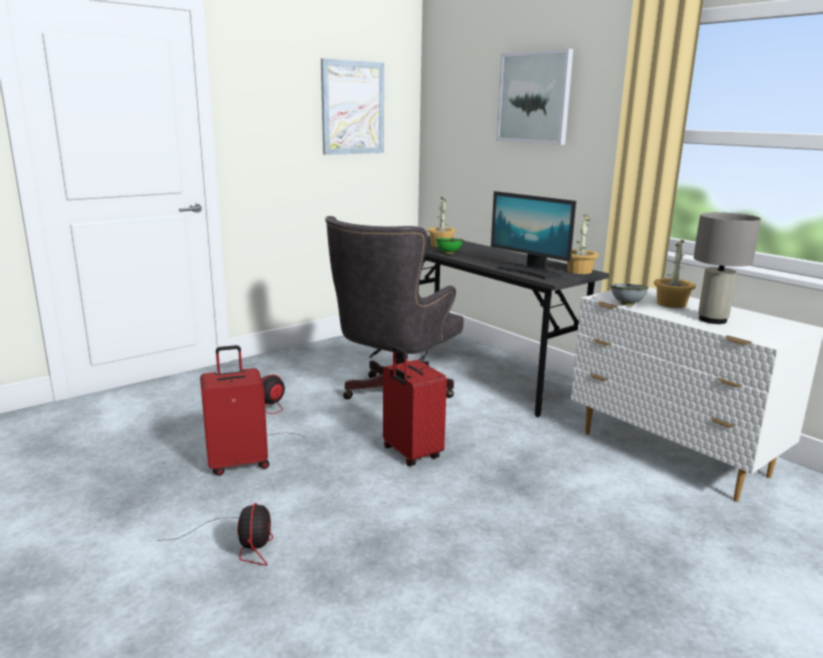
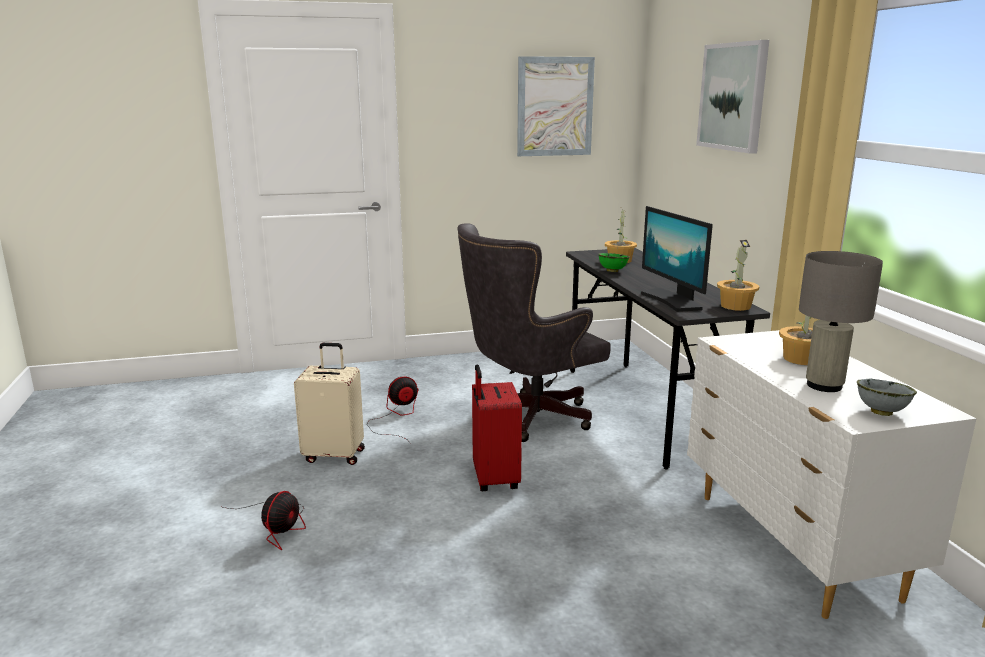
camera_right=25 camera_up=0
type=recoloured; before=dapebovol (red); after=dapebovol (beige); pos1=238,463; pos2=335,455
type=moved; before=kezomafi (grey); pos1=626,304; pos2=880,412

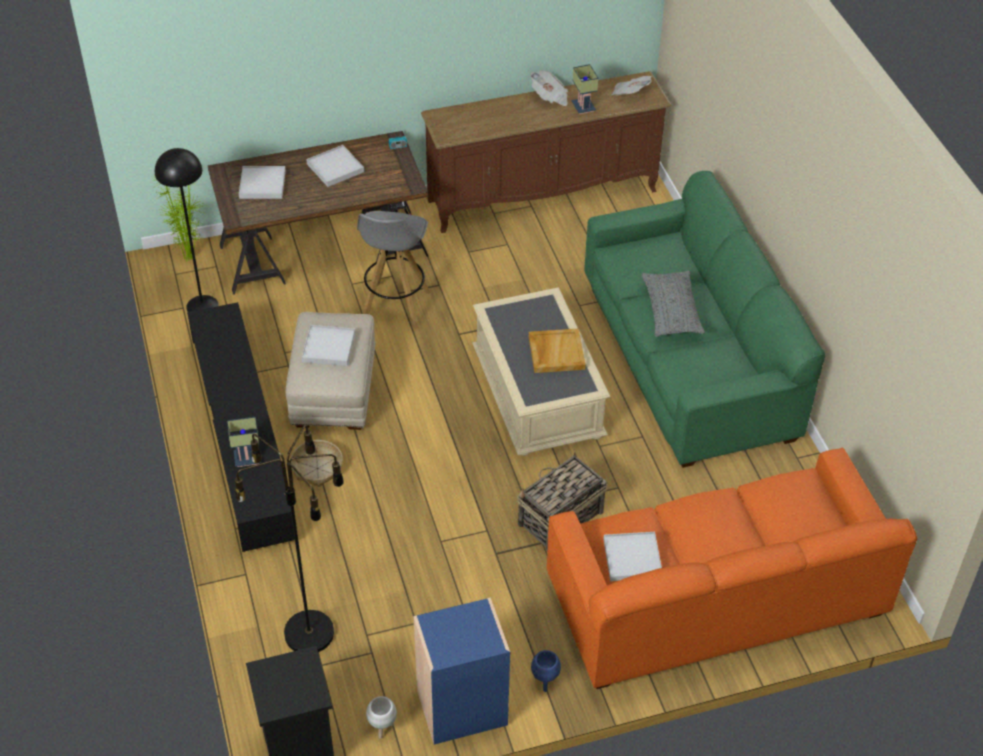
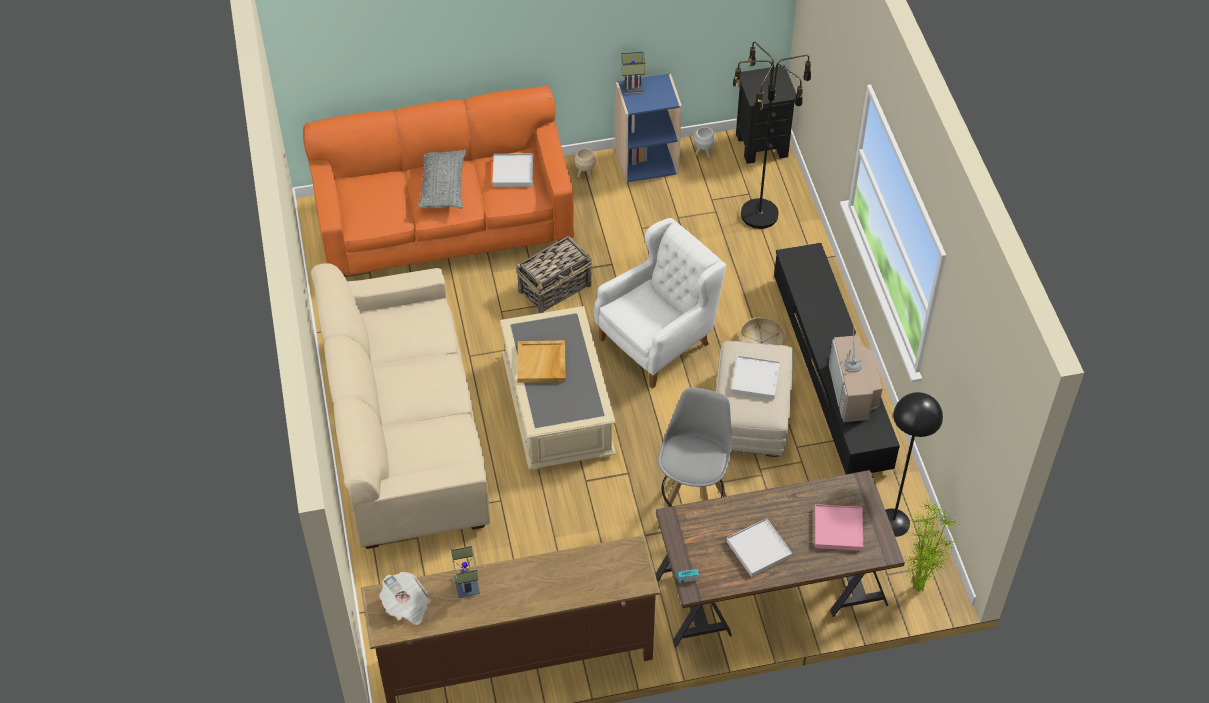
camera_right=-175 camera_up=5
type=moved; before=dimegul; pos1=248,457; pos2=631,88
type=recoloured; before=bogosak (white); after=bogosak (pink); pos1=262,184; pos2=838,529
type=removed; before=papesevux; pos1=550,97
type=recoloured; before=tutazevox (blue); after=tutazevox (beige); pos1=544,682; pos2=585,174
type=recoloured; before=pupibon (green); after=pupibon (beige); pos1=687,358; pos2=406,432
type=moved; before=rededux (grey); pos1=671,311; pos2=443,186
type=added; after=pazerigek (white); pos2=657,342
type=added; after=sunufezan; pos2=853,392

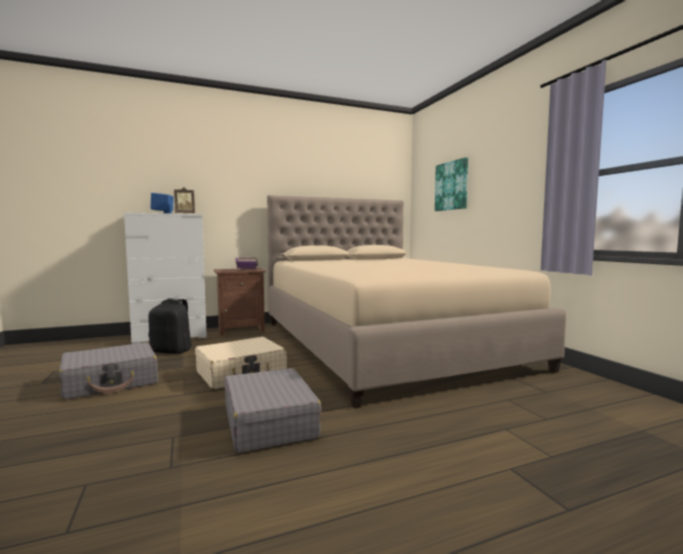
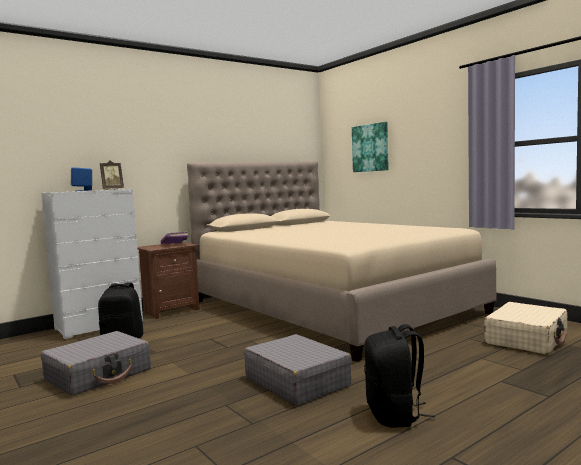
camera_right=-15 camera_up=0
type=moved; before=dapebovol (beige); pos1=241,374; pos2=527,339
type=added; after=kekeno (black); pos2=395,415

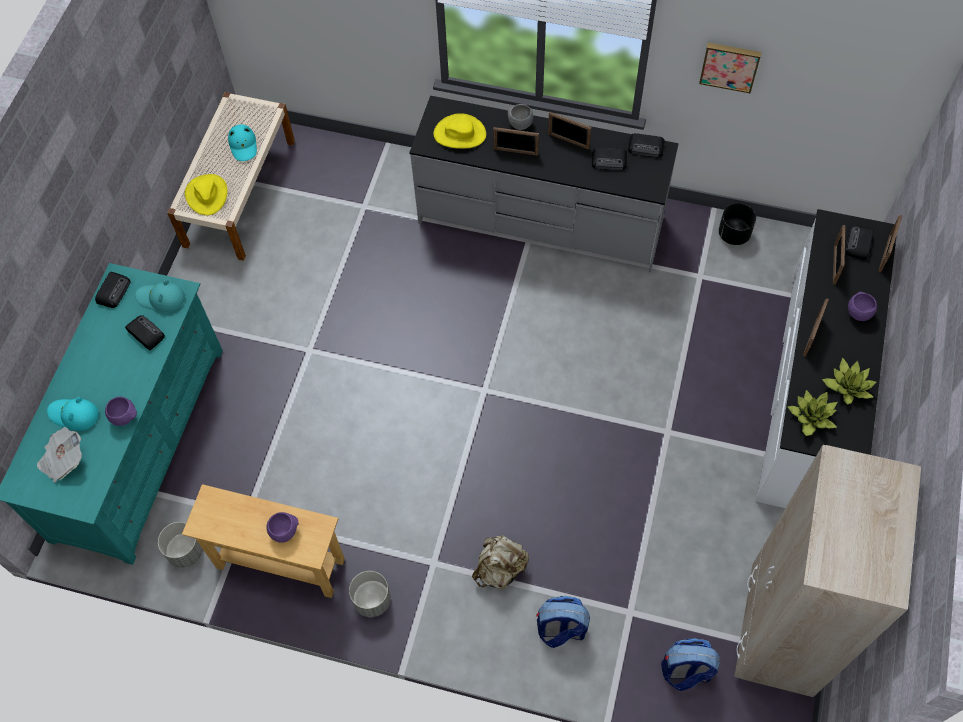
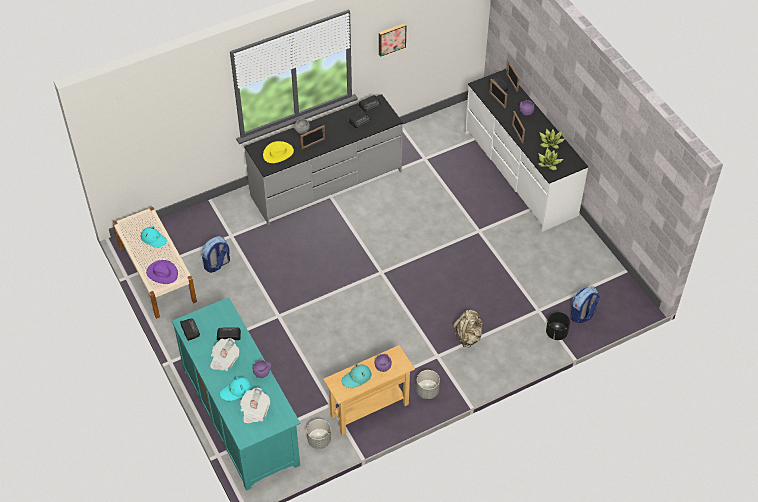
camera_right=-45 camera_up=-10
type=moved; before=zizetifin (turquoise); pos1=161,298; pos2=356,378
type=recoloured; before=zizetifin (yellow); after=zizetifin (purple); pos1=207,195; pos2=162,273
type=moved; before=kekeno; pos1=561,629; pos2=217,264
type=removed; before=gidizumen; pos1=568,141
type=moved; before=tutazevox (black); pos1=734,234; pos2=556,332
type=removed; before=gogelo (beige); pos1=778,632
type=added; after=papesevux; pos2=224,359

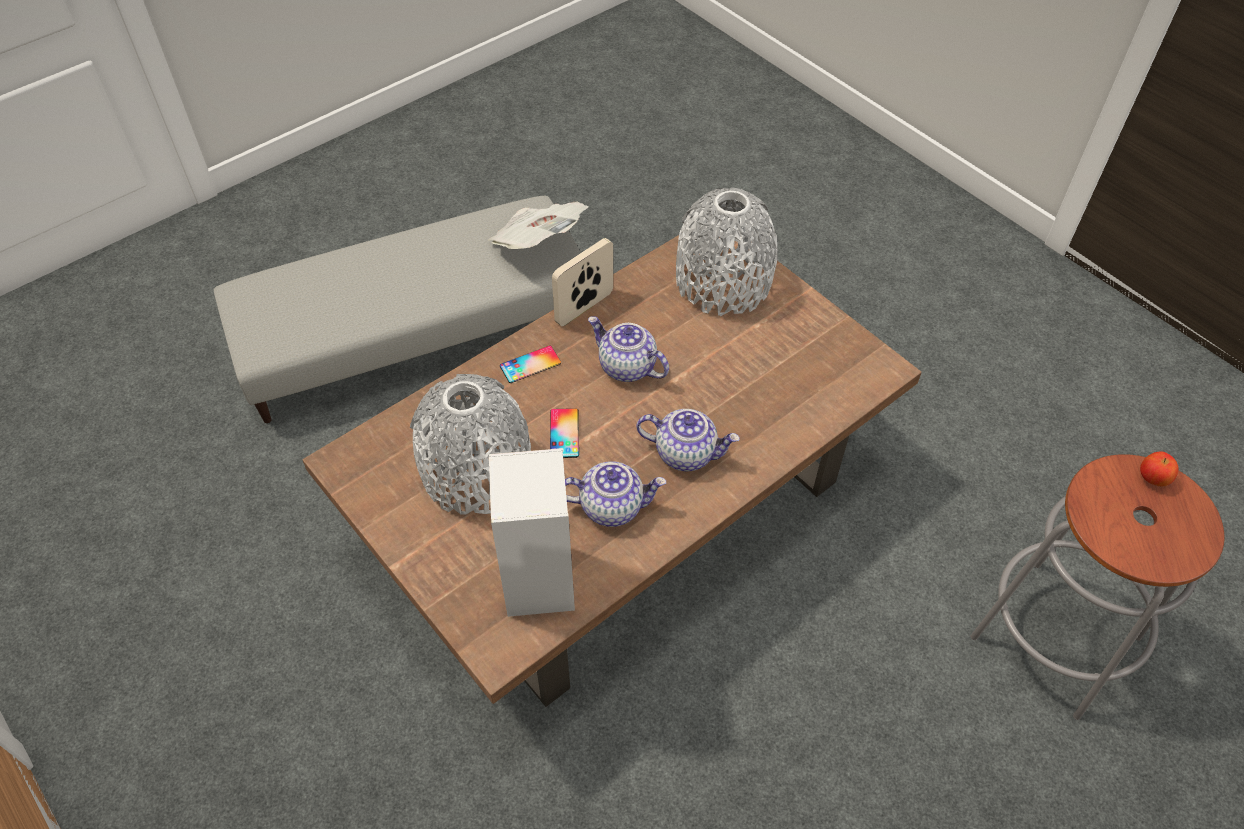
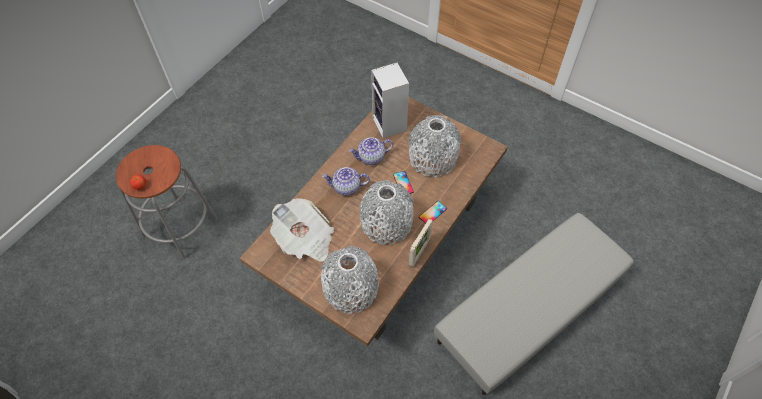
camera_right=165 camera_up=5
type=moved; before=papesevux; pos1=538,243; pos2=305,239
type=replaced; before=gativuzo; after=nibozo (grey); pos1=626,367; pos2=386,223

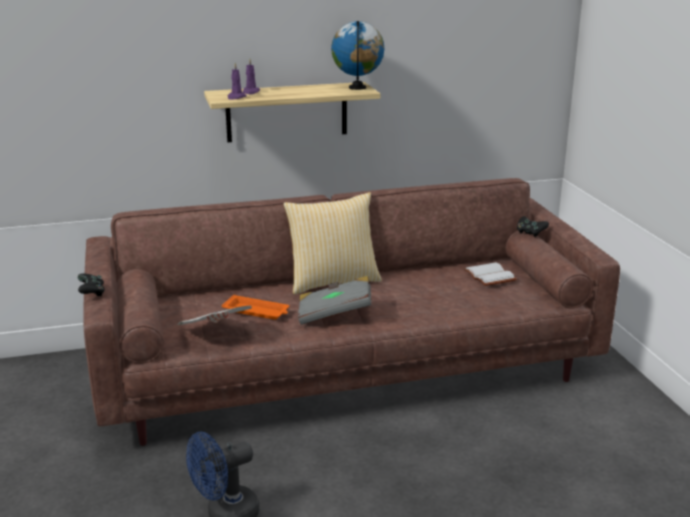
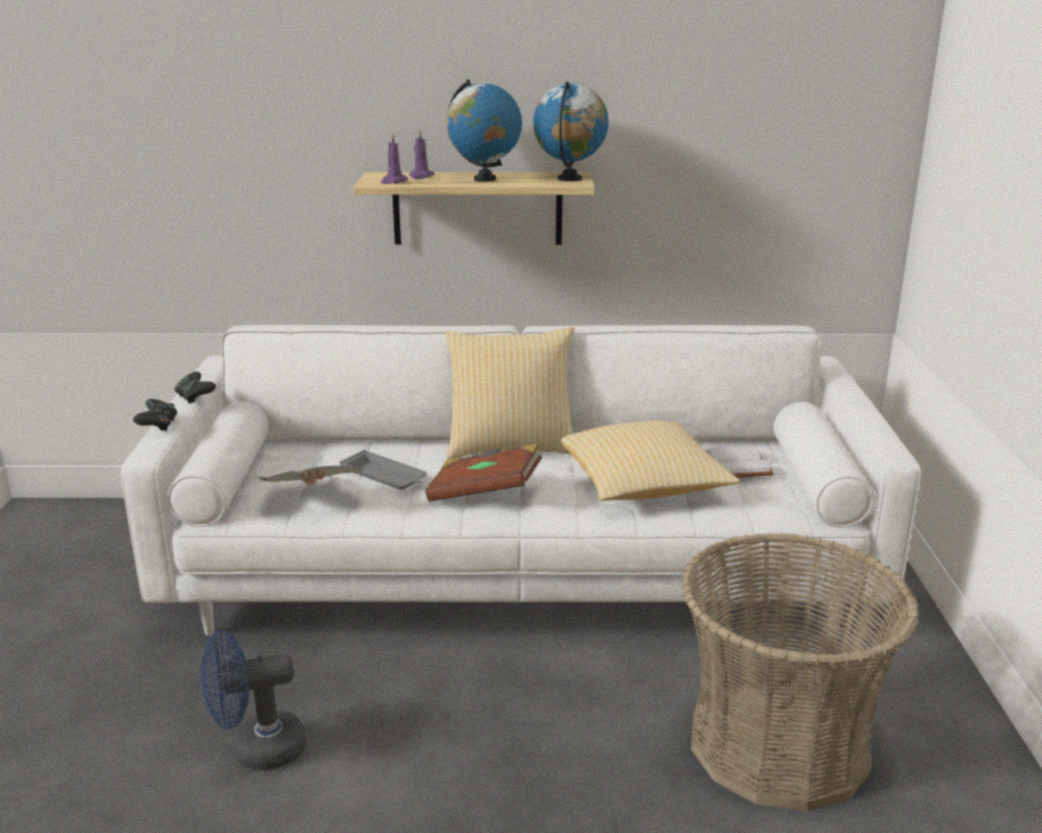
camera_right=15 camera_up=0
type=recoloured; before=pupibon (brown); after=pupibon (white); pos1=345,366; pos2=522,567
type=recoloured; before=bogosak (orange); after=bogosak (grey); pos1=257,311; pos2=384,476
type=recoloured; before=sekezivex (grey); after=sekezivex (brown); pos1=334,314; pos2=484,493
type=moved; before=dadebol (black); pos1=530,233; pos2=195,397
type=added; after=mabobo; pos2=484,179
type=added; after=rededux; pos2=643,486
type=added; after=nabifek; pos2=778,745

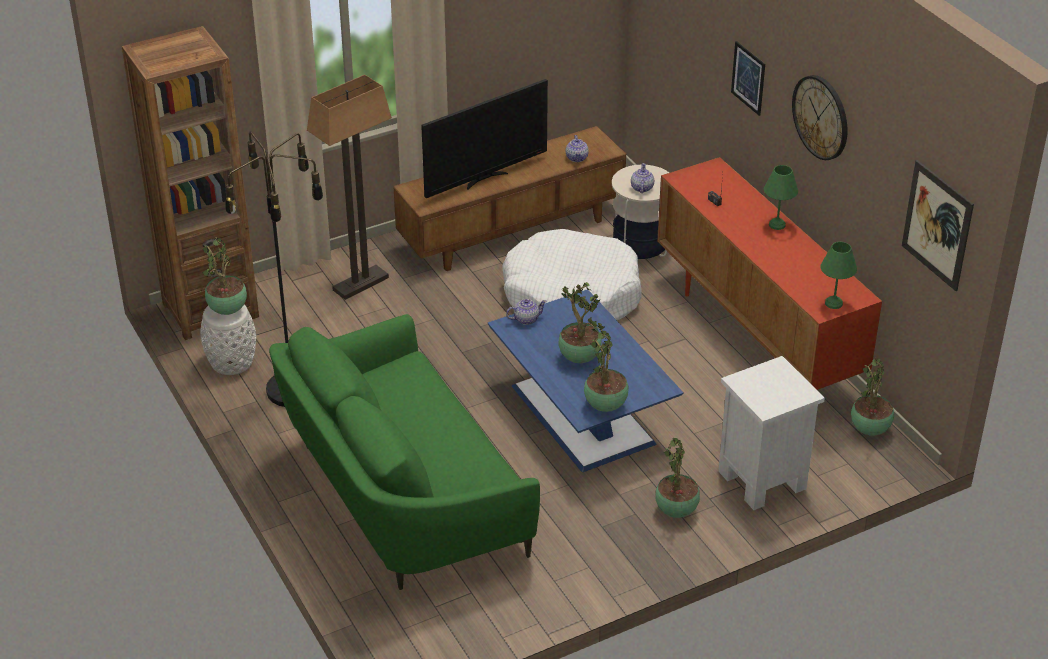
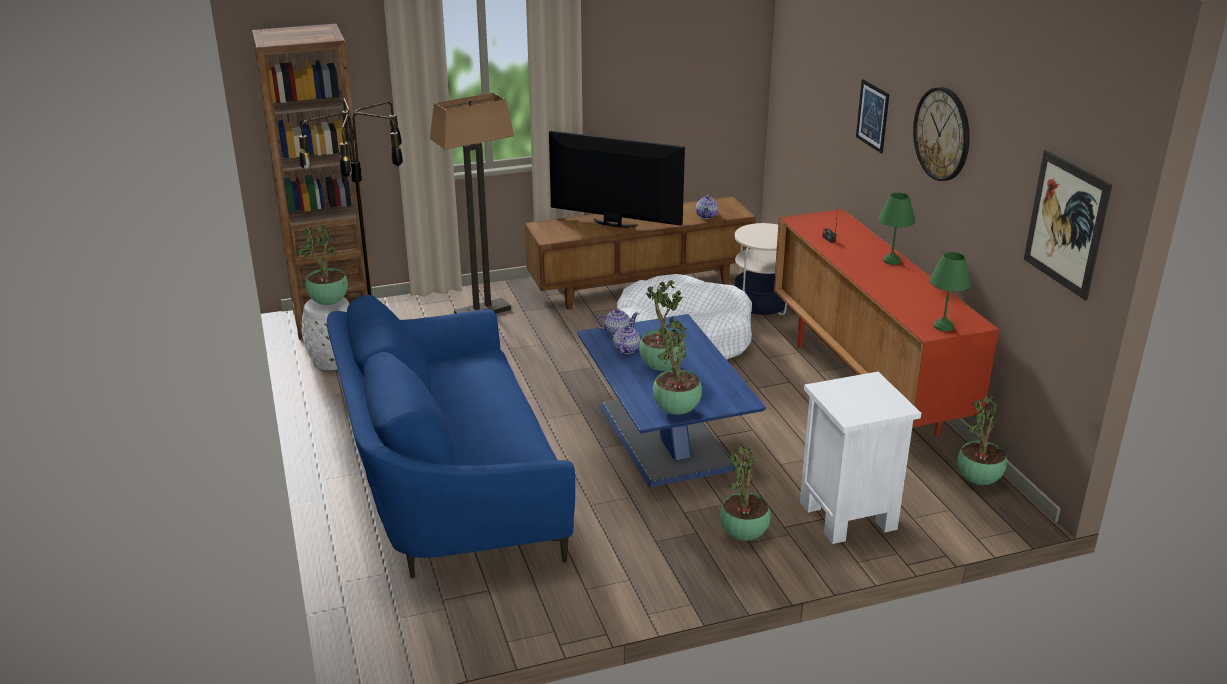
camera_right=10 camera_up=-10
type=recoloured; before=pupibon (green); after=pupibon (blue); pos1=402,496; pos2=450,489
type=turned; before=sunufezan; pos1=485,179; pos2=613,224; turn=-135
type=moved; before=gativuzo; pos1=641,188; pos2=626,349

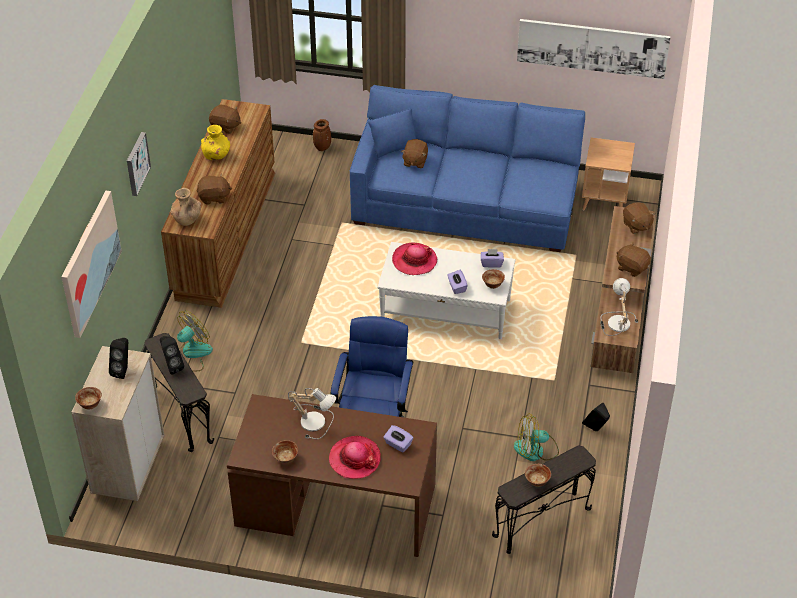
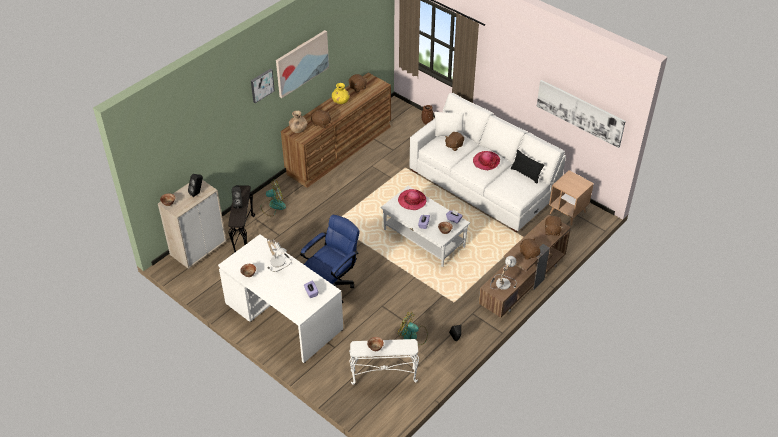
camera_right=30 camera_up=0
type=moved; before=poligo; pos1=89,263; pos2=302,63
type=recoloured; before=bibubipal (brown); after=bibubipal (white); pos1=336,506; pos2=283,316
type=moved; before=zizetifin; pos1=354,459; pos2=486,161
type=recoloured; before=pupibon (blue); after=pupibon (white); pos1=466,204; pos2=483,184
type=recoloured; before=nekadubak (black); after=nekadubak (white); pos1=542,523; pos2=384,377
type=added; after=rededux (black); pos2=526,174

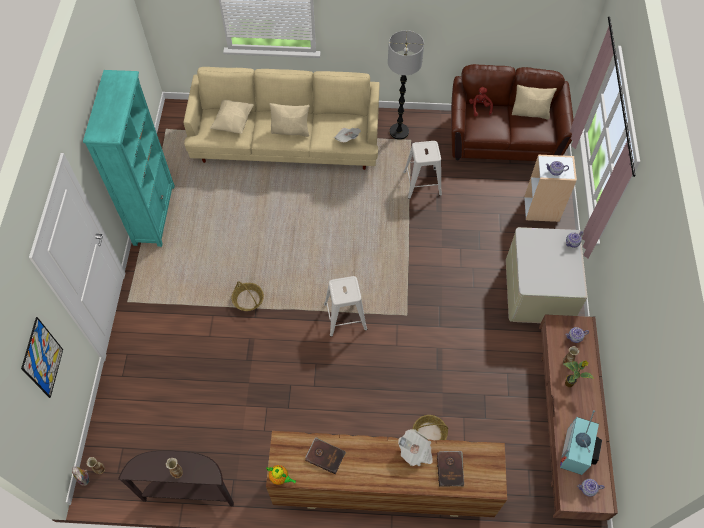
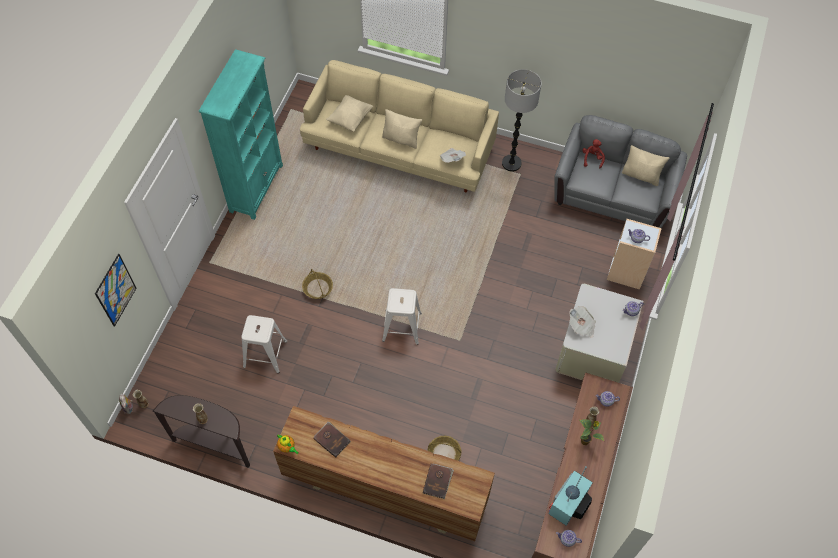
camera_right=15 camera_up=0
type=moved; before=papesevux; pos1=415,452; pos2=581,326
type=moved; before=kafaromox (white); pos1=422,183; pos2=265,354
type=recoloured; before=pupibon (brown); after=pupibon (grey); pos1=503,138; pos2=613,194

